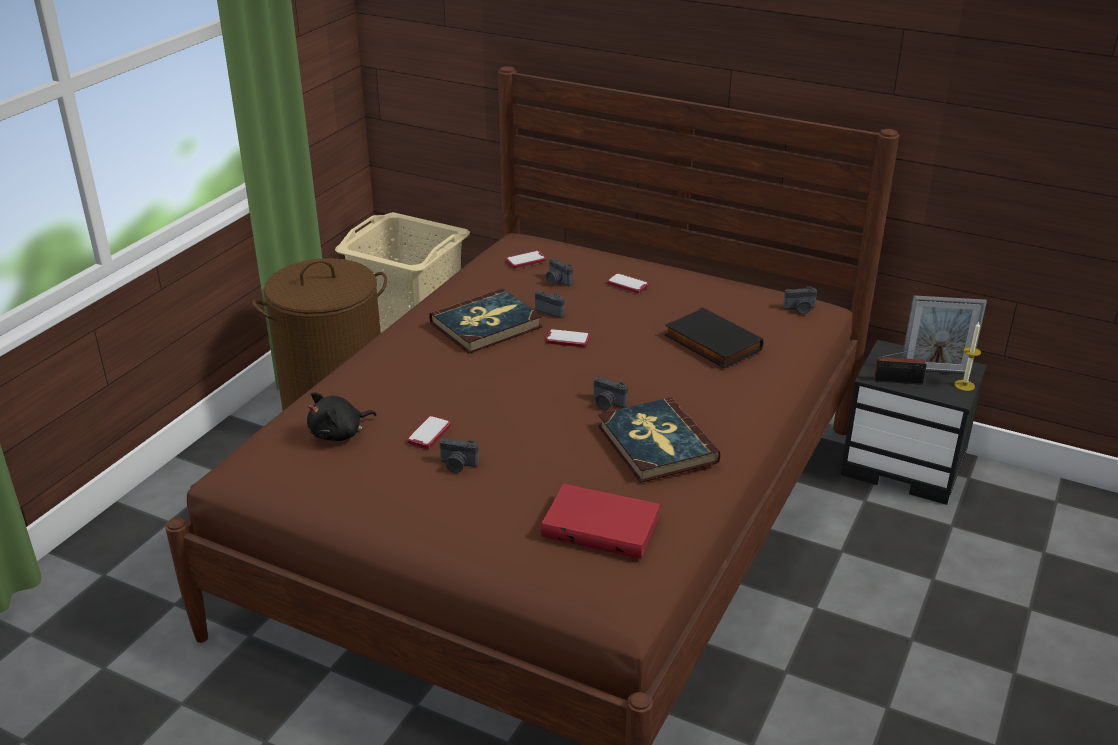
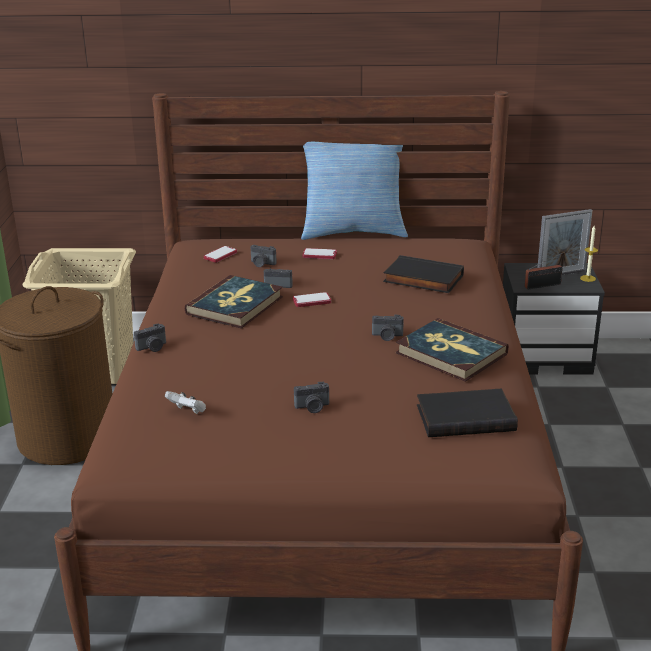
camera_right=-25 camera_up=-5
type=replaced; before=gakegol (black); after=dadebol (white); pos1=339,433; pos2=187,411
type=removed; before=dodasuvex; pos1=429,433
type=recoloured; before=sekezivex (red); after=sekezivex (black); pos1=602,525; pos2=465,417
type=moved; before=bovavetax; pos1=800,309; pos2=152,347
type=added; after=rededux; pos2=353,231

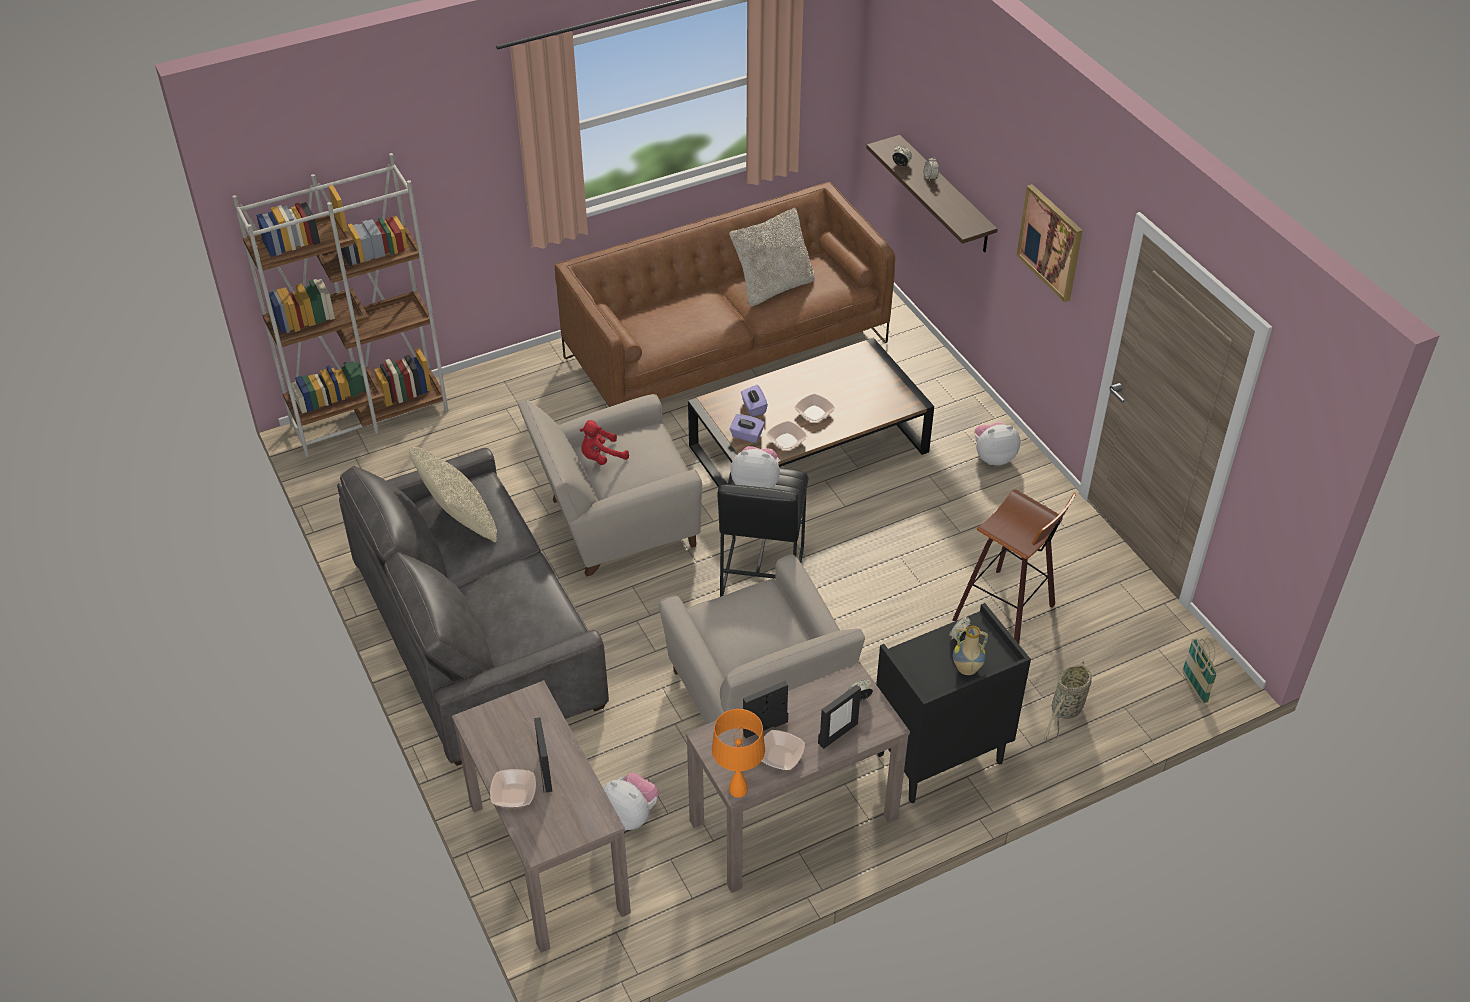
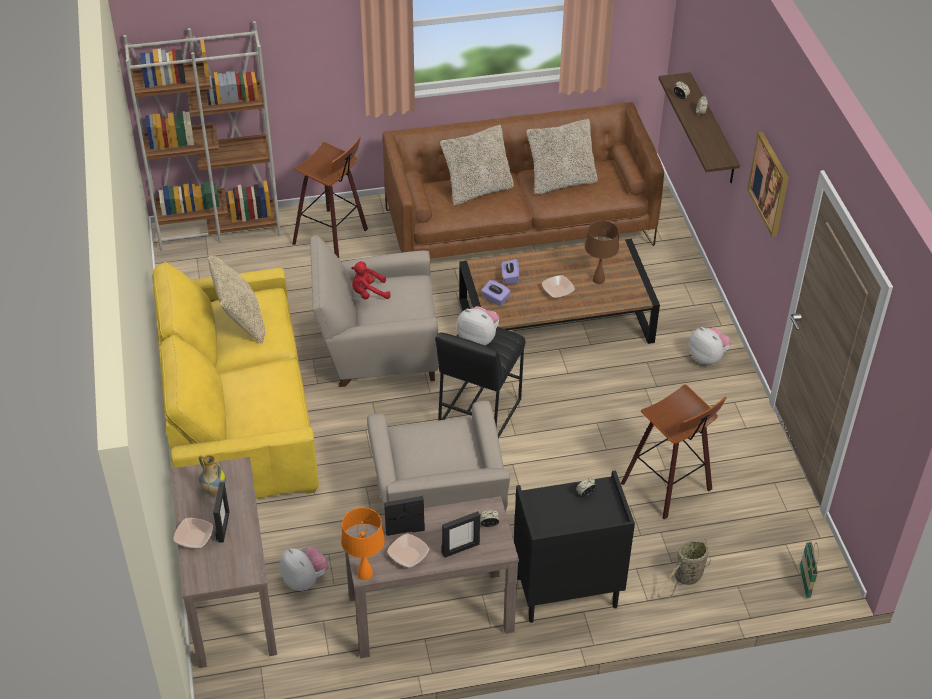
camera_right=15 camera_up=0
type=recoloured; before=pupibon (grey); after=pupibon (yellow); pos1=476,633; pos2=239,413
type=removed; before=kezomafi; pos1=786,440
type=moved; before=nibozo; pos1=966,669; pos2=213,491
type=turned; before=gakegol; pos1=993,457; pos2=707,357; turn=45
type=added; after=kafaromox; pos2=333,236
type=added; after=rededux (beige); pos2=478,188
type=added; after=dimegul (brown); pos2=598,279

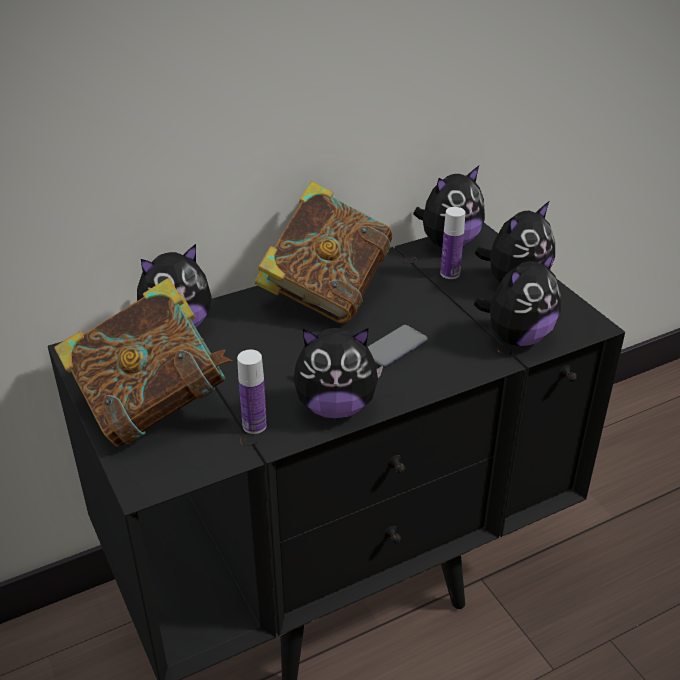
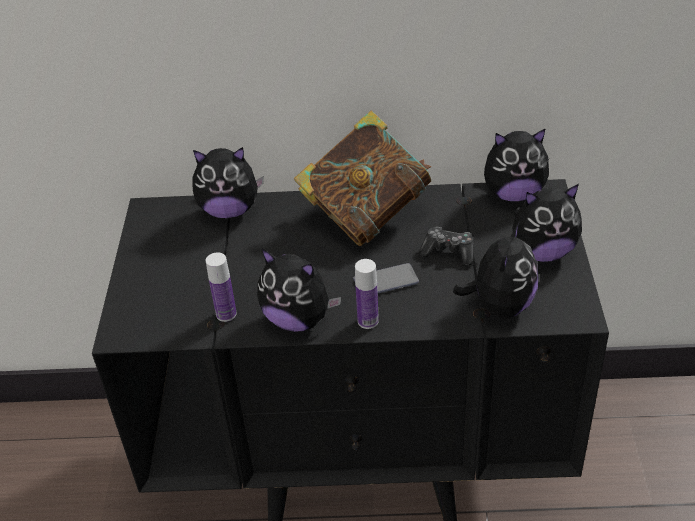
camera_right=30 camera_up=5
type=removed; before=sekezivex; pos1=152,407
type=moved; before=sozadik; pos1=450,273; pos2=368,321
type=turned; before=gakegol; pos1=517,337; pos2=500,305; turn=-60
type=added; after=dadebol; pos2=448,252

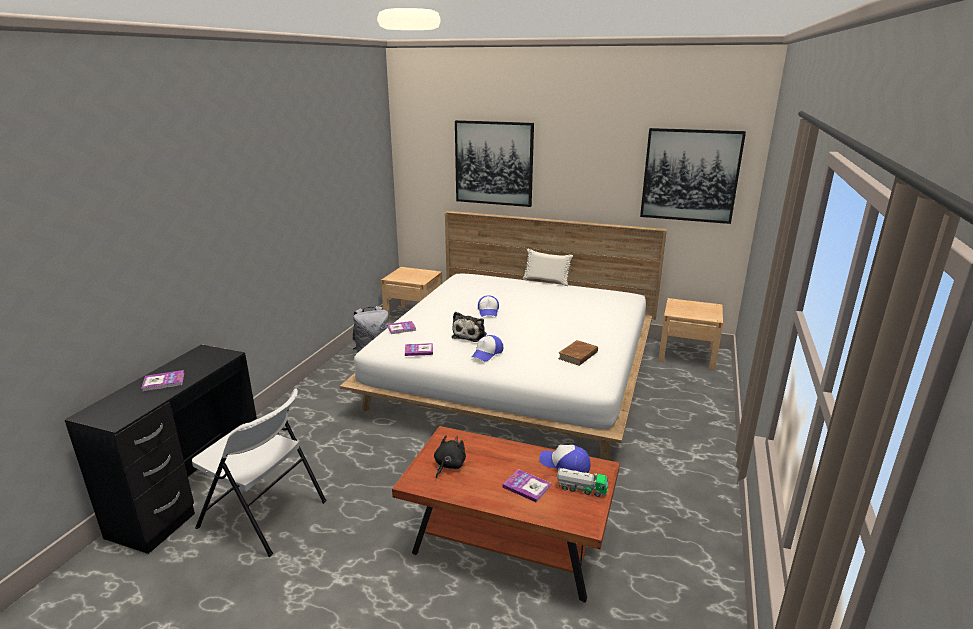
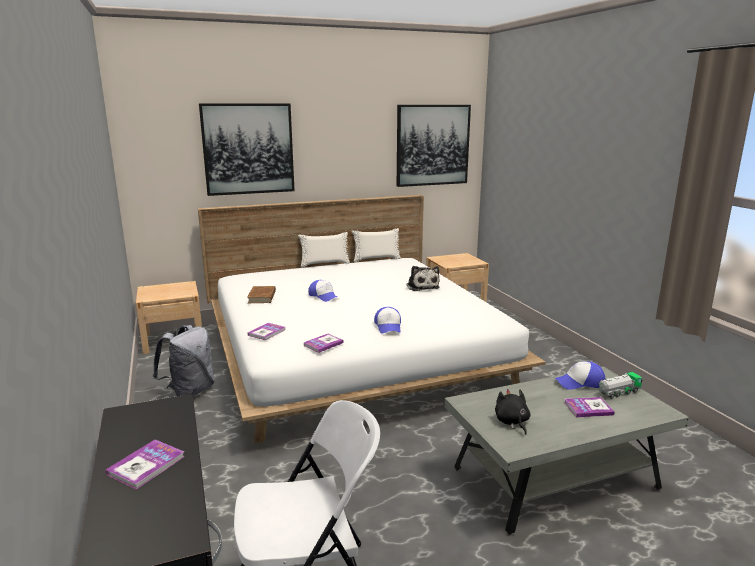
camera_right=-40 camera_up=-5
type=recoloured; before=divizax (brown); after=divizax (grey); pos1=509,541; pos2=554,480
type=moved; before=gakegol; pos1=470,335; pos2=422,286
type=moved; before=sekezivex (brown); pos1=578,355; pos2=262,297
type=added; after=rededux (white); pos2=376,259

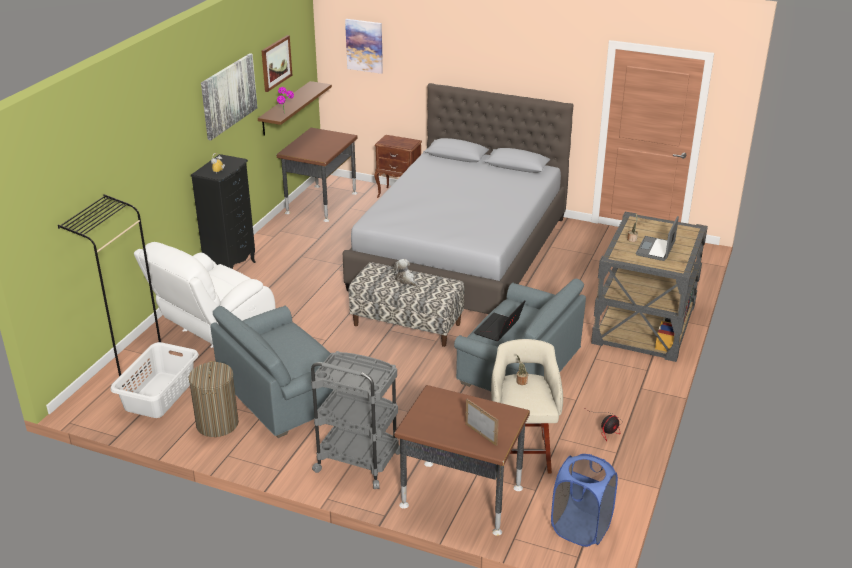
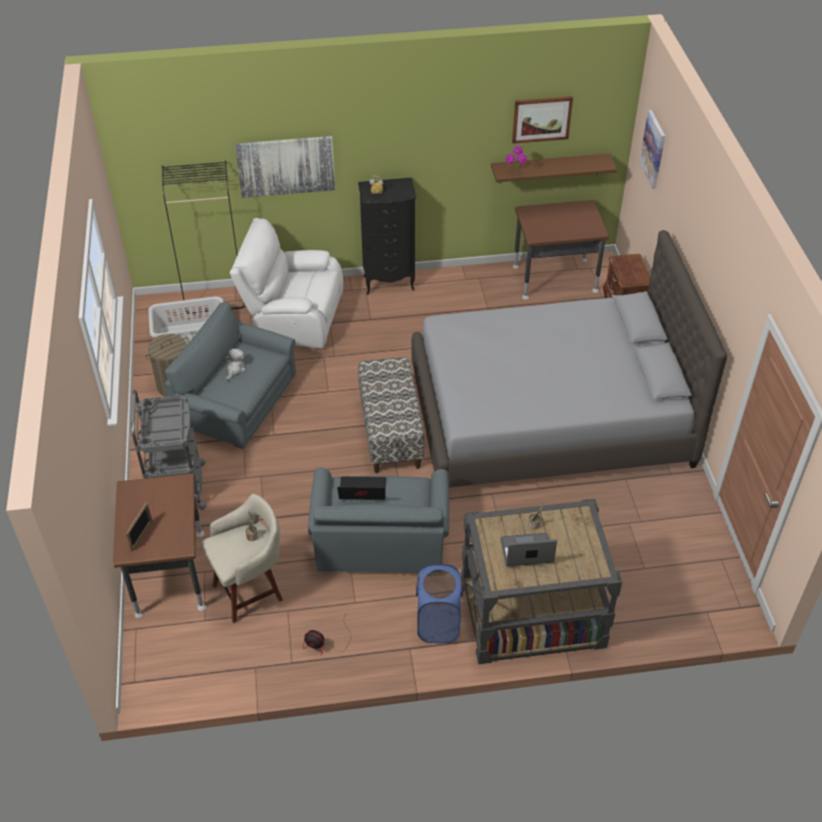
camera_right=60 camera_up=15
type=moved; before=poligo; pos1=229,95; pos2=286,166
type=moved; before=gakegol; pos1=405,280; pos2=235,369
type=moved; before=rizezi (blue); pos1=580,528; pos2=438,624

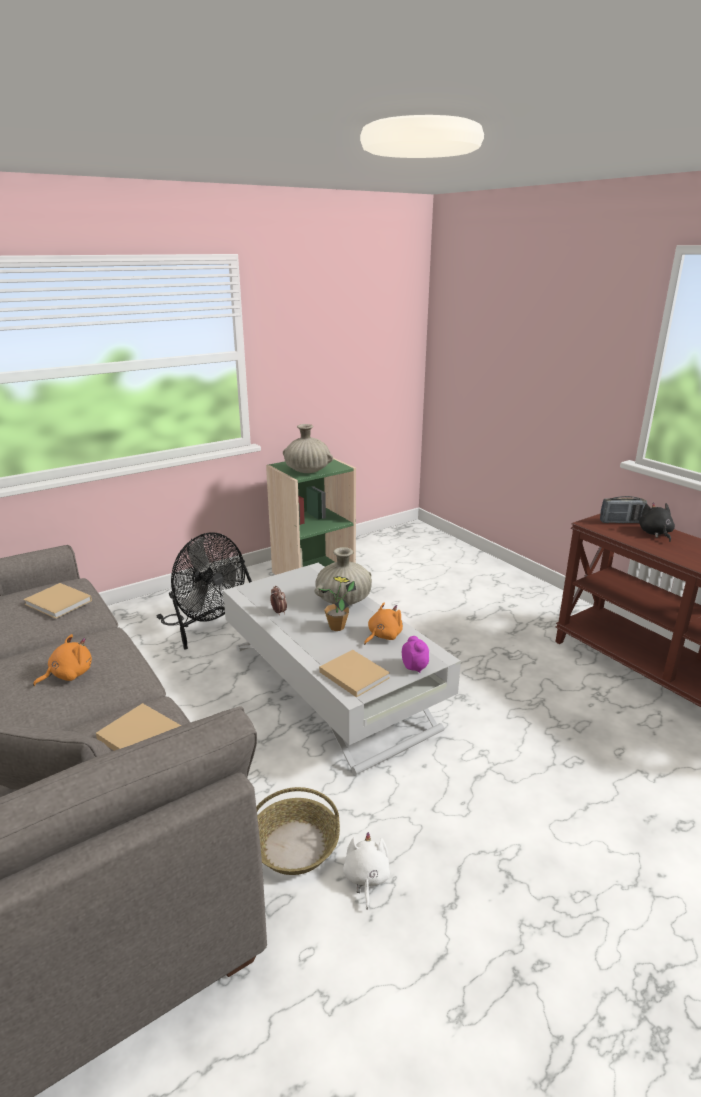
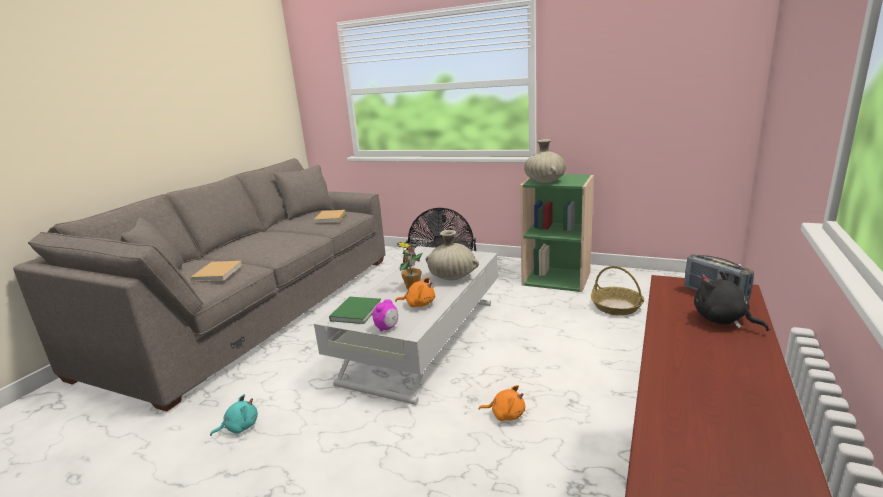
camera_right=60 camera_up=-5
type=moved; before=gakegol (orange); pos1=68,674; pos2=505,414
type=moved; before=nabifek; pos1=295,845; pos2=616,306
type=recoloured; before=sekezivex (beige); after=sekezivex (green); pos1=353,674; pos2=357,311
type=recoloured; before=gakegol (white); after=gakegol (turquoise); pos1=366,878; pos2=240,427
type=turned; before=gakegol (black); pos1=655,533; pos2=722,320; turn=-90

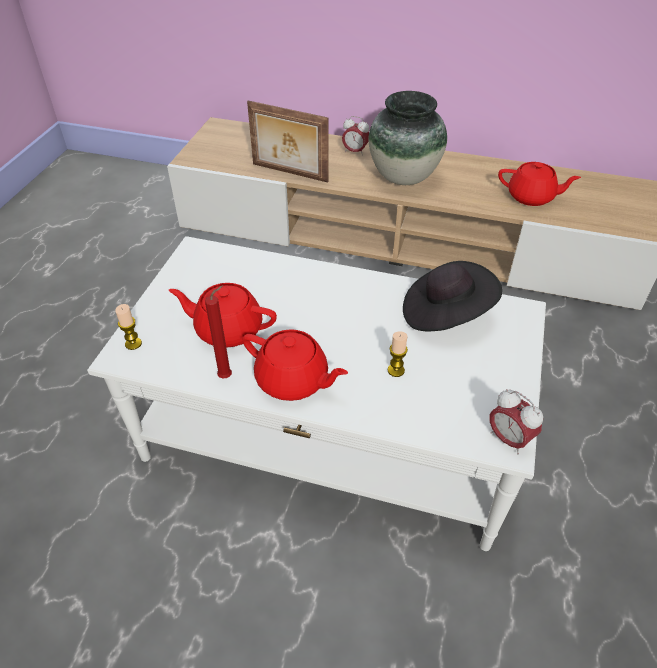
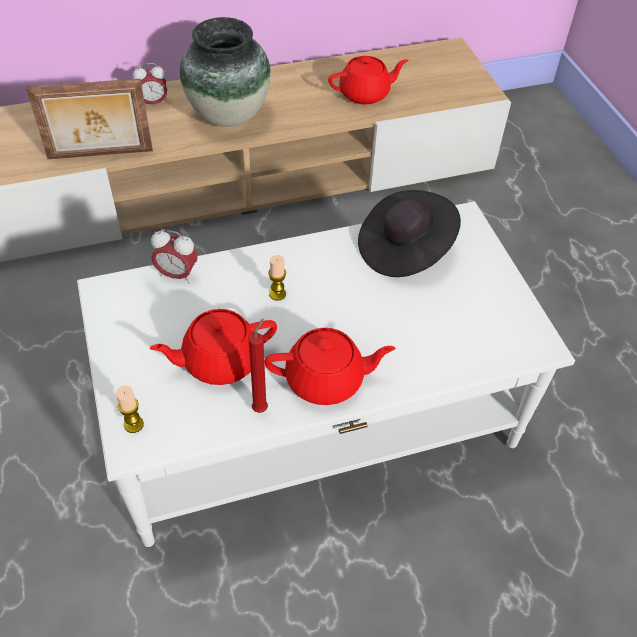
camera_right=-35 camera_up=5
type=moved; before=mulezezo; pos1=396,370; pos2=277,294
type=moved; before=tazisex; pos1=508,439; pos2=177,275

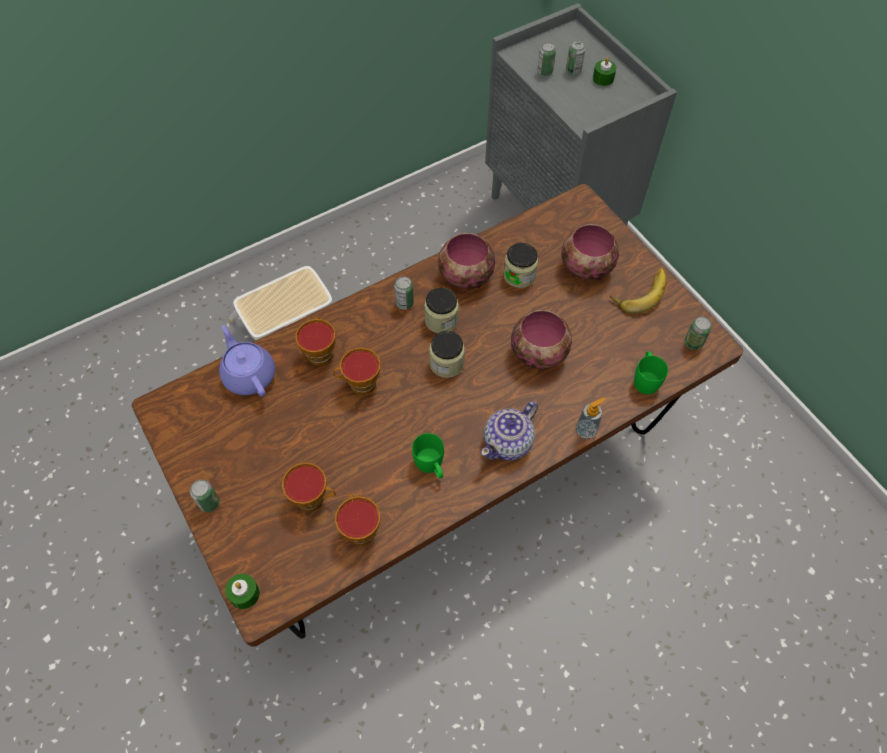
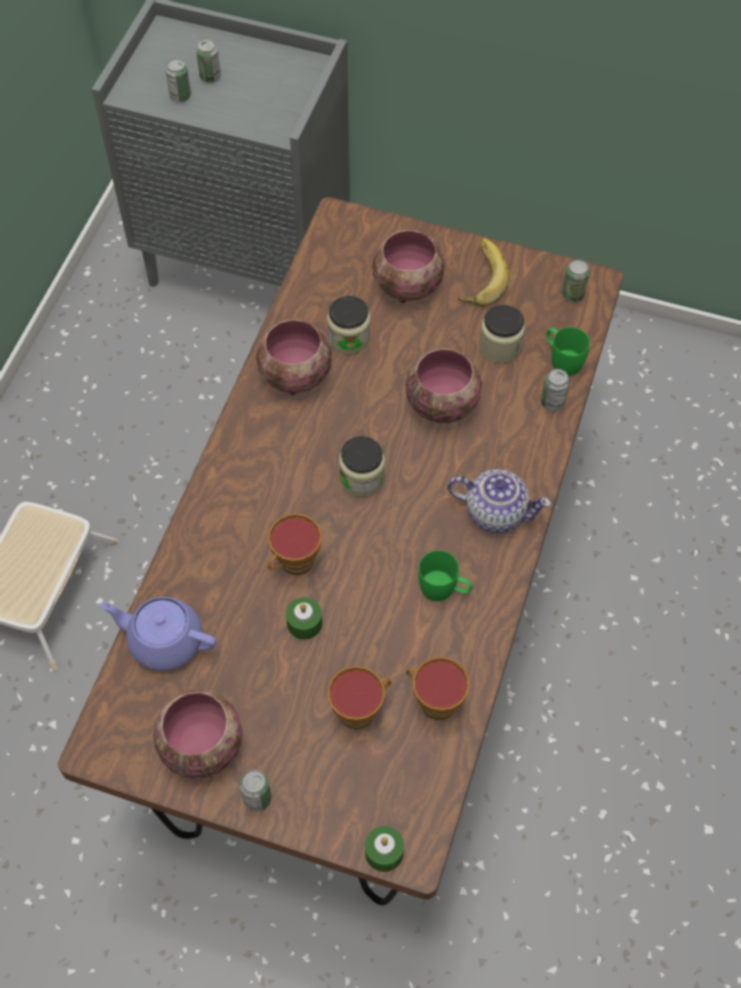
camera_right=-40 camera_up=0
type=removed; before=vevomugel; pos1=320,352
type=moved; before=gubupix; pos1=404,303; pos2=552,403
type=moved; before=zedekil; pos1=441,320; pos2=500,347
type=turned; before=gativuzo; pos1=508,443; pos2=495,512; turn=-75
type=removed; before=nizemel; pos1=586,430
type=moved; before=mulezezo (green); pos1=603,78; pos2=304,623
type=added; after=kezomafi; pos2=200,745

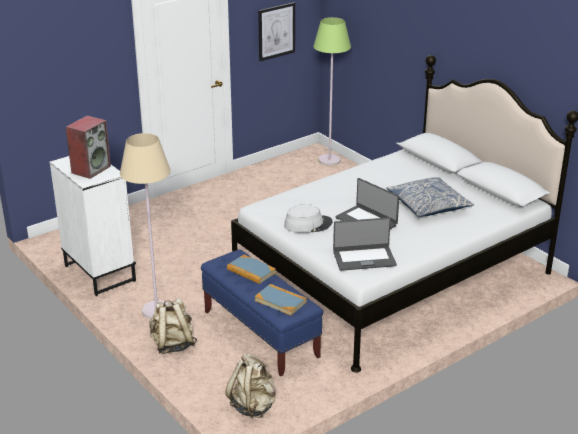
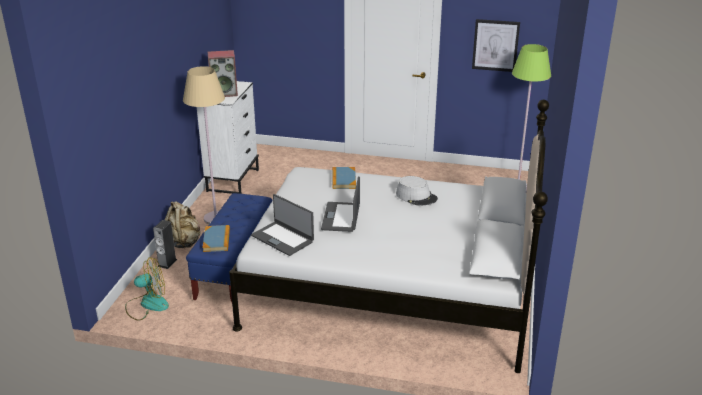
camera_right=50 camera_up=0
type=replaced; before=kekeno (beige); after=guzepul; pos1=253,406; pos2=147,304
type=moved; before=sekezivex; pos1=251,271; pos2=343,179
type=moved; before=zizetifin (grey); pos1=308,224; pos2=416,196
type=removed; before=rededux; pos1=428,205
type=added; after=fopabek; pos2=167,263

